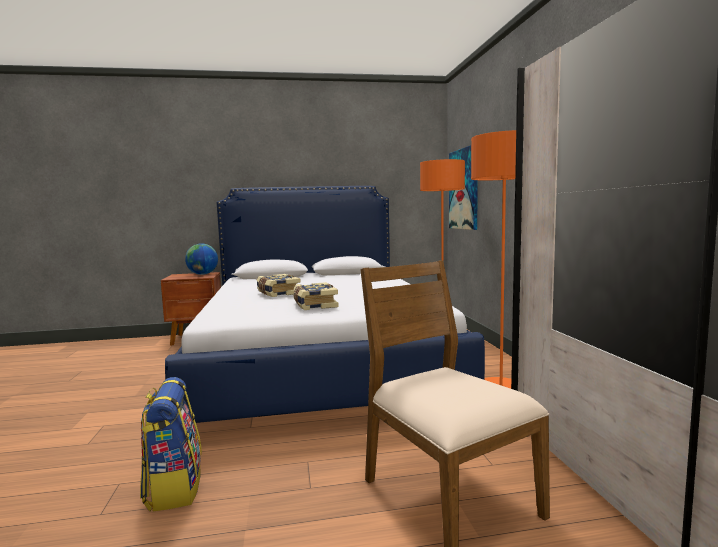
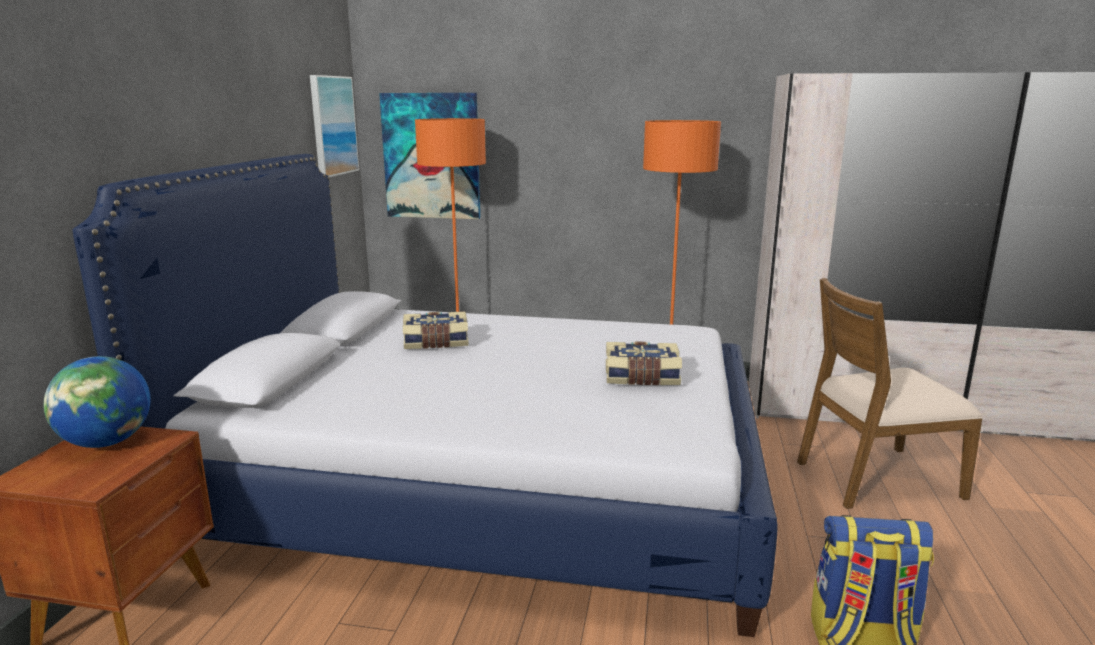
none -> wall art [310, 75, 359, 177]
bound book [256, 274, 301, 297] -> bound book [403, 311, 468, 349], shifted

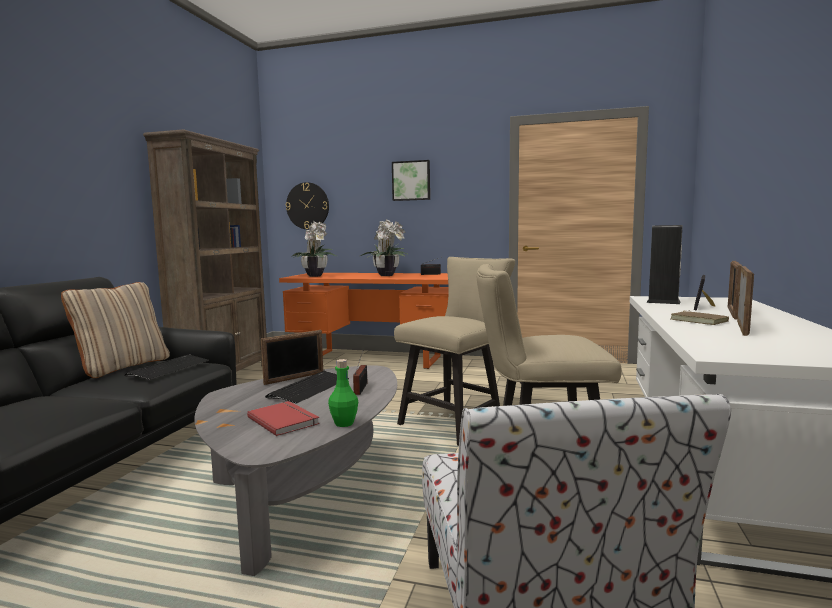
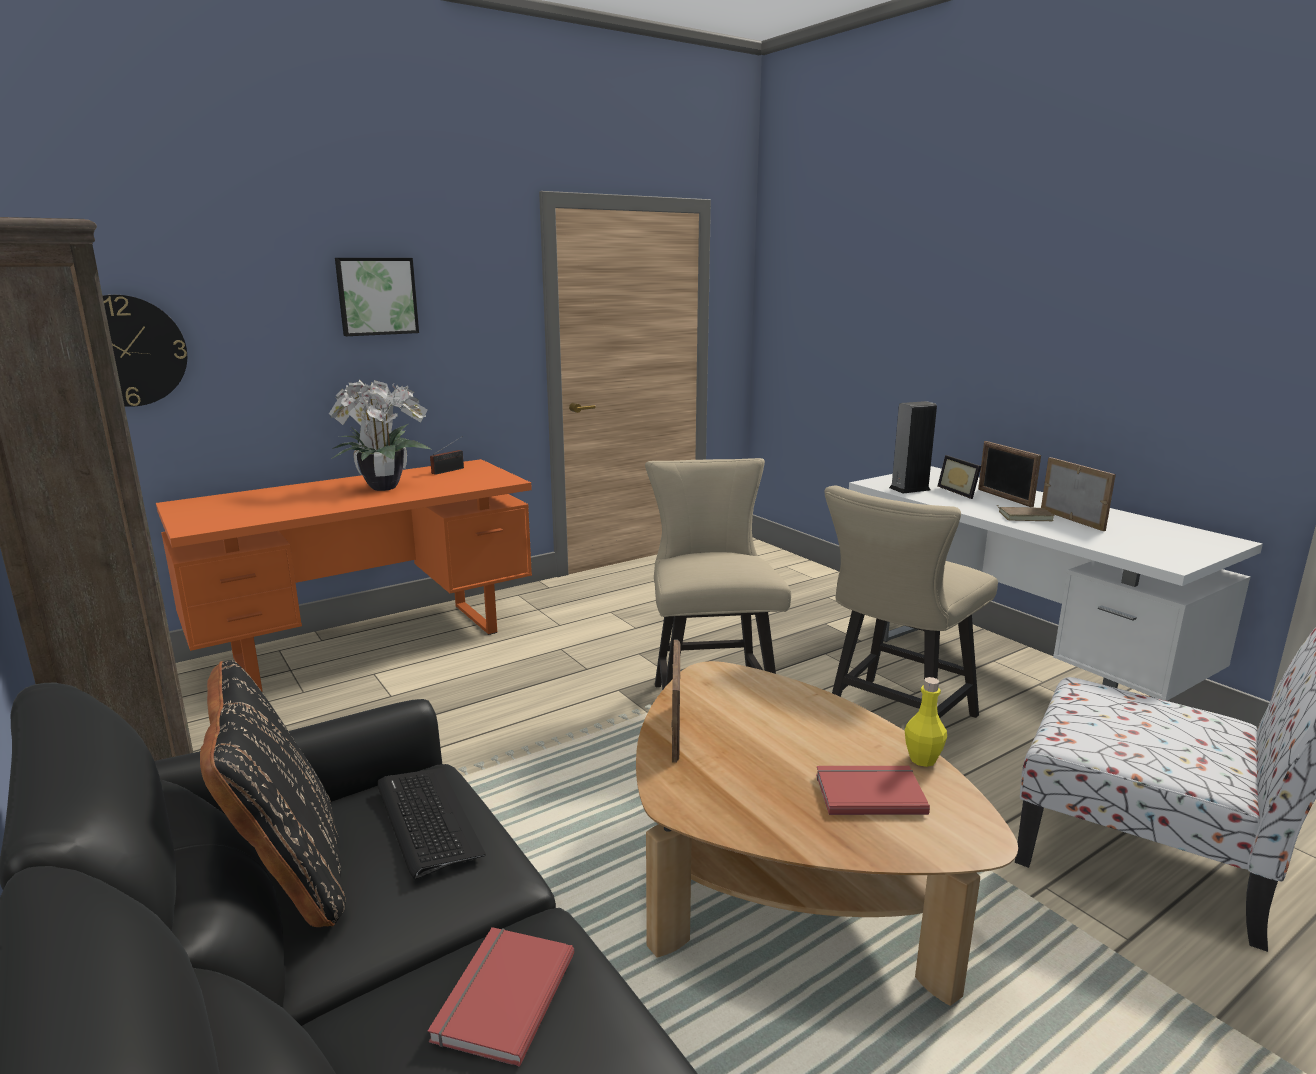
keyboard [265, 371, 349, 404] -> none
houseplant [291, 221, 337, 277] -> none
radio set [353, 352, 367, 395] -> none
none -> red-coloured bound book [428, 927, 574, 1067]
beige cushion [61, 282, 170, 378] -> blackish cushion [200, 660, 346, 927]
greyish lounge table [194, 365, 397, 576] -> brownish lounge table [636, 661, 1018, 1006]
green-coloured drink bottle [328, 359, 358, 427] -> yellowish drink bottle [905, 677, 947, 767]

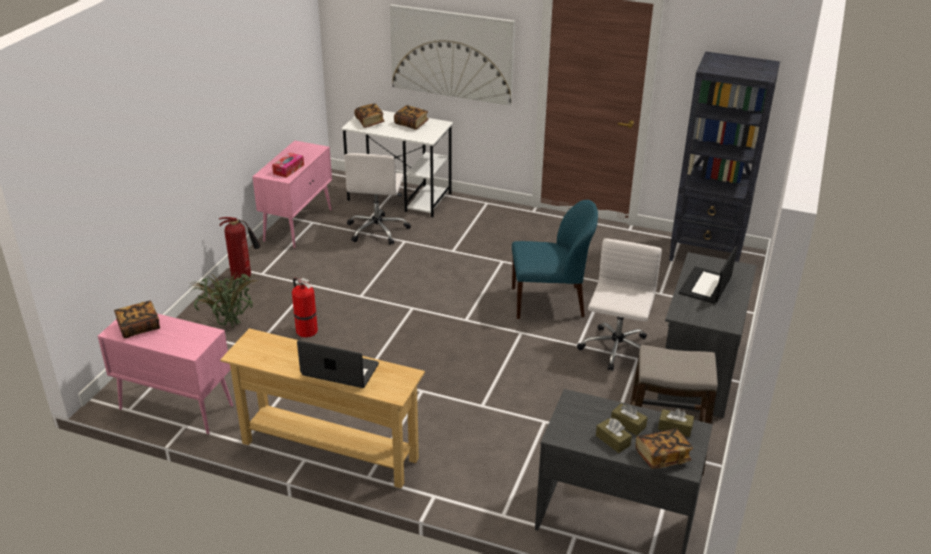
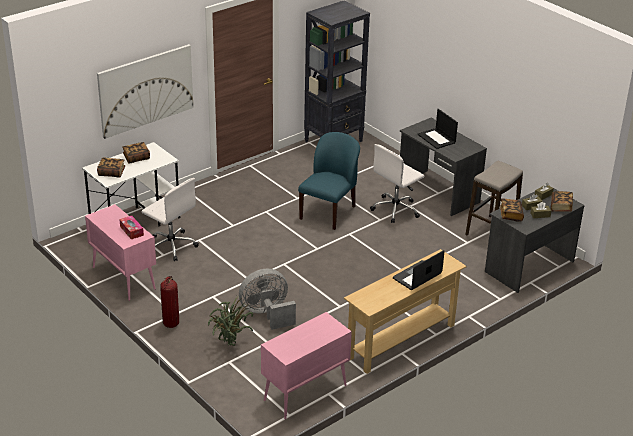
bound book [114, 301, 160, 338] -> bound book [500, 199, 524, 222], shifted
extinguisher [292, 278, 318, 338] -> greyish cooling fan [239, 269, 296, 330]
whitish computer chair [577, 238, 662, 371] -> whitish computer chair [370, 144, 424, 223], 90 degrees counterclockwise

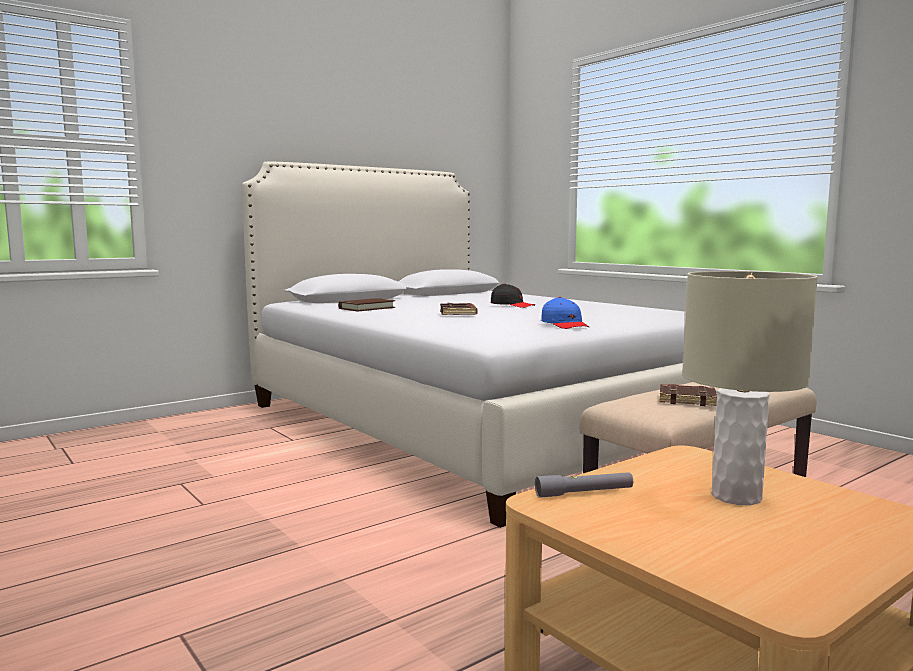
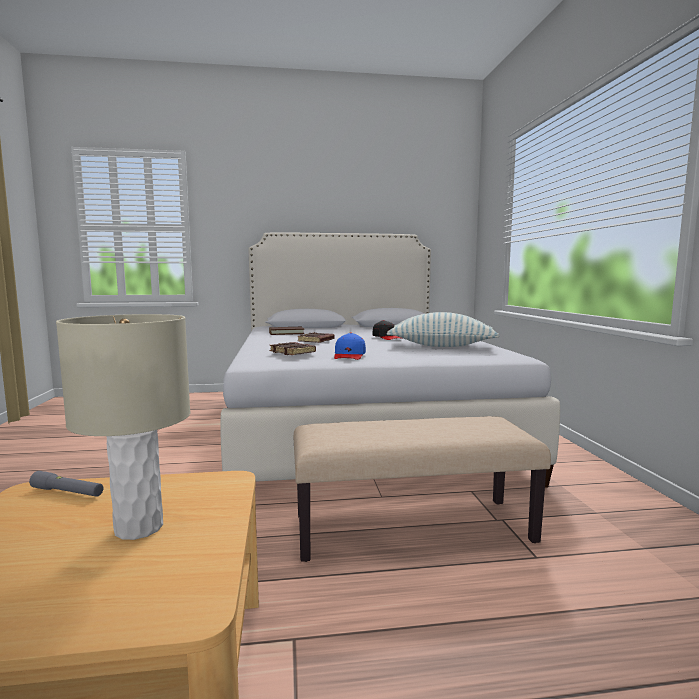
none -> cushion [387, 312, 499, 347]
brownish bound book [659, 384, 717, 406] -> brownish bound book [269, 342, 316, 355], shifted

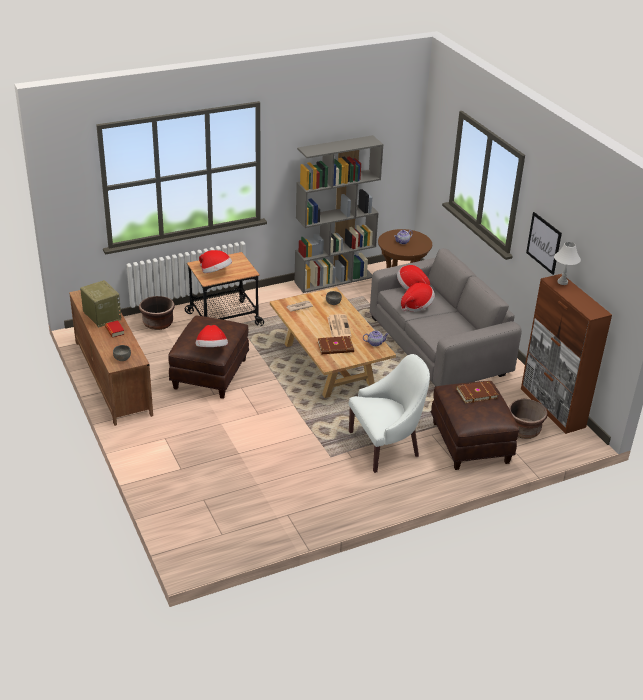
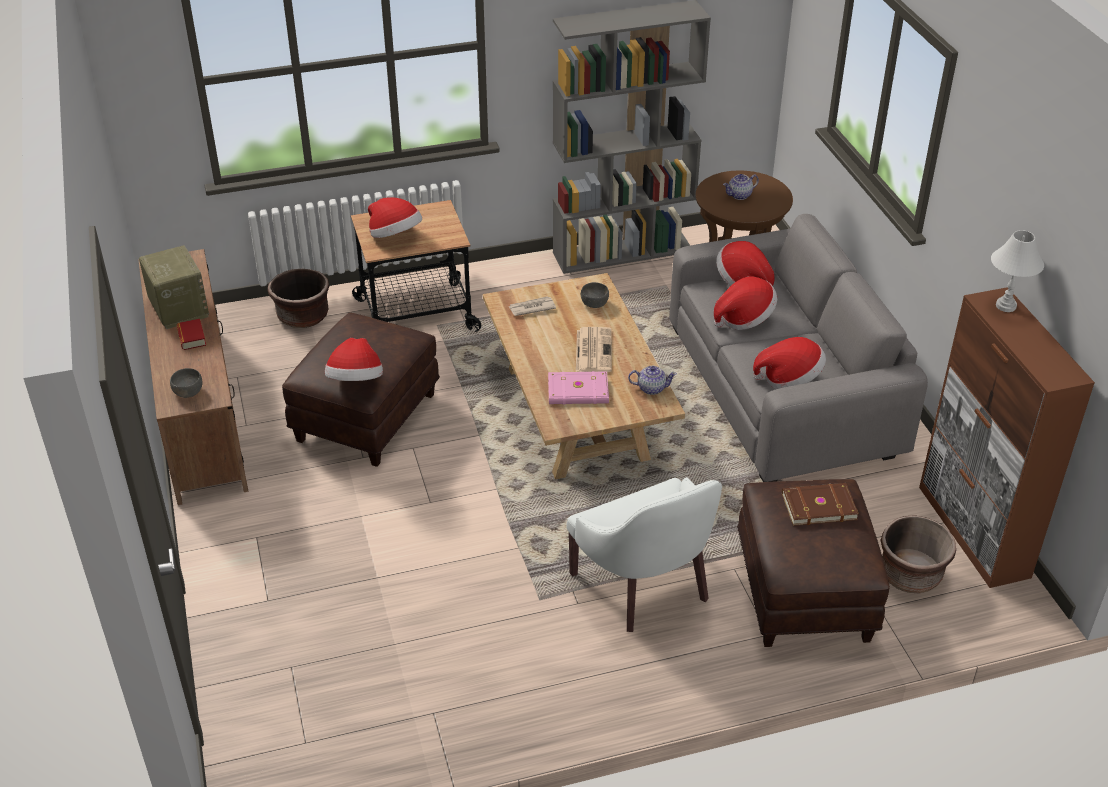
wall art [526, 212, 562, 275] -> none
none -> clothing hat [753, 337, 826, 389]
brownish bound book [318, 336, 354, 354] -> pink bound book [548, 371, 609, 405]
whitish armchair [349, 354, 430, 473] -> whitish armchair [566, 477, 722, 632], 75 degrees clockwise

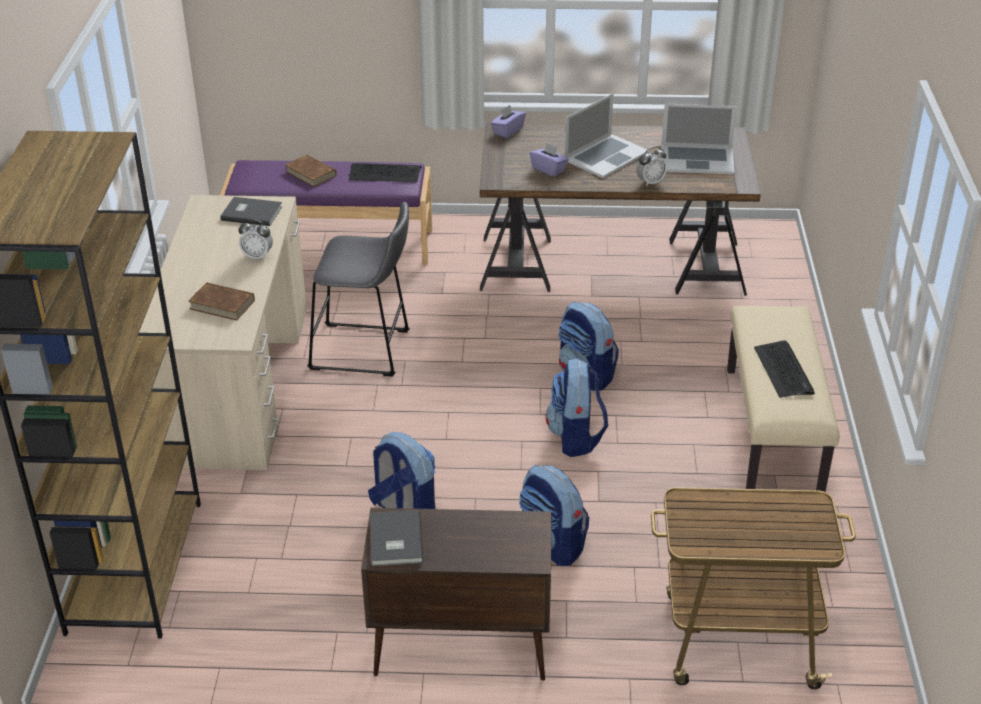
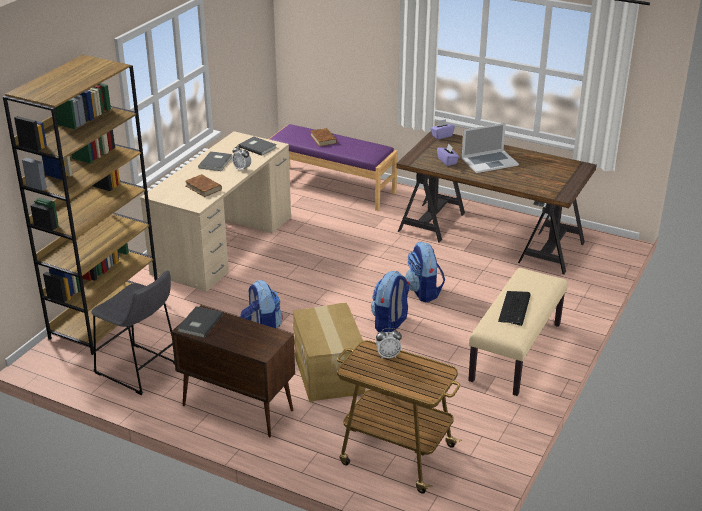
keyboard [349, 163, 422, 182] -> none
laptop [661, 103, 737, 175] -> none
none -> greyish bound book [198, 151, 232, 171]
greyish sitting stool [307, 202, 410, 377] -> greyish sitting stool [91, 270, 175, 395], shifted
table clock [636, 146, 667, 187] -> table clock [376, 328, 402, 359], shifted
knapsack [519, 465, 589, 566] -> packing box [293, 303, 365, 402]

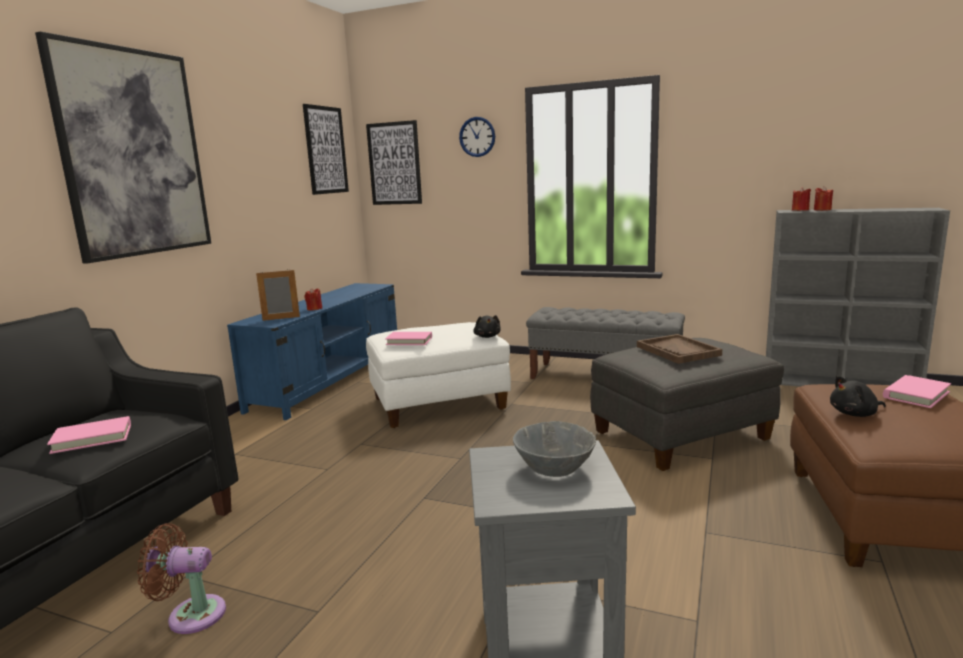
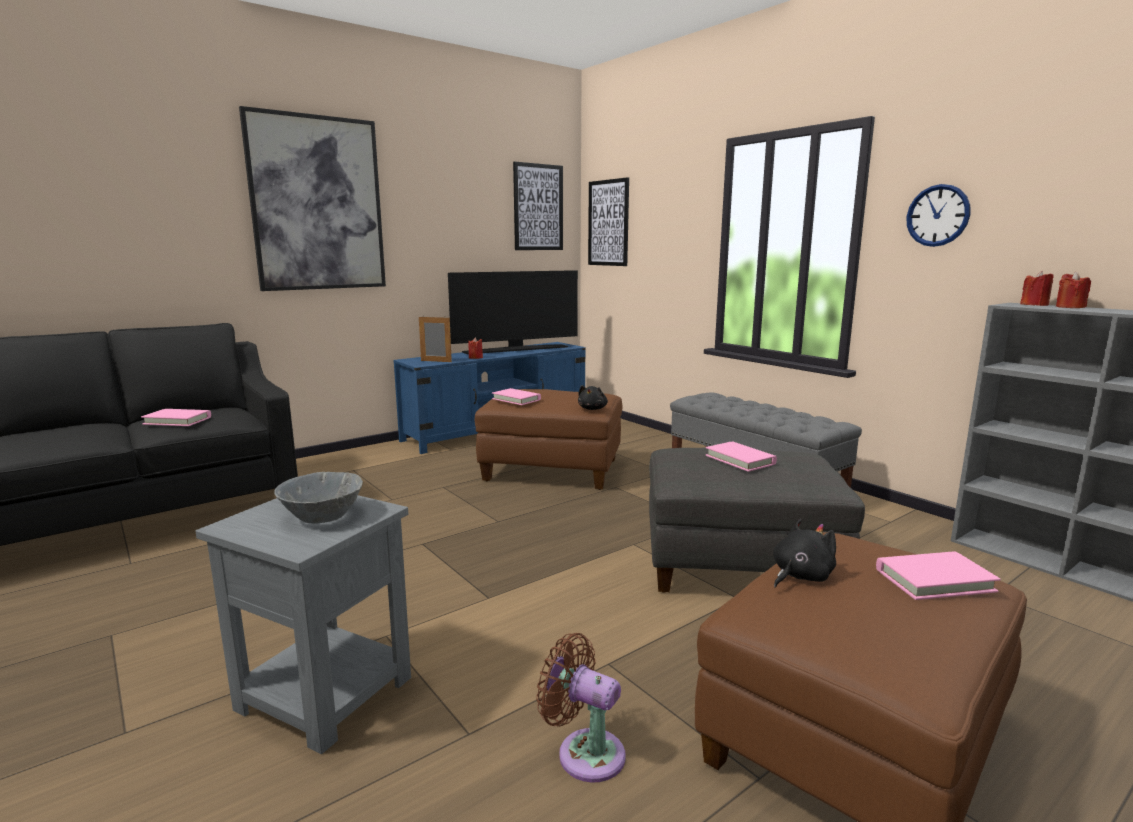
none -> TV [448, 270, 578, 354]
brownish cooling fan [137, 523, 226, 634] -> brownish cooling fan [536, 633, 626, 783], shifted
hanging clock [459, 117, 495, 157] -> hanging clock [907, 184, 970, 247], shifted
brownish carrying tray [637, 334, 722, 364] -> pink bound book [705, 441, 777, 472]
whitish footrest [366, 322, 511, 428] -> brownish footrest [475, 389, 623, 490]
blackish cuddly toy [830, 376, 886, 417] -> blackish cuddly toy [773, 519, 836, 588], 120 degrees clockwise

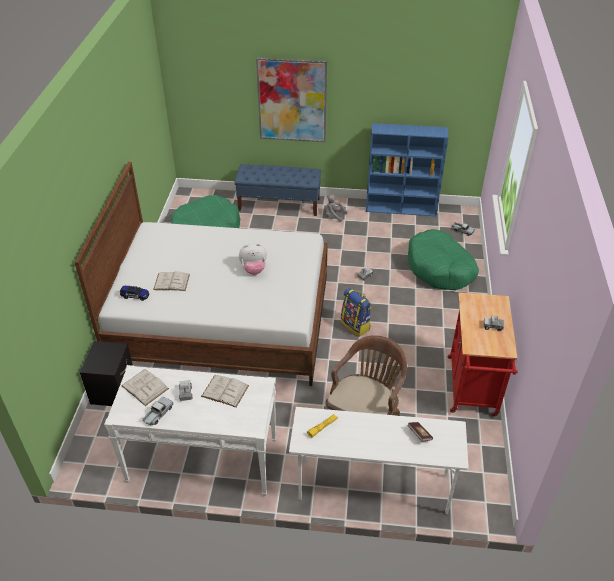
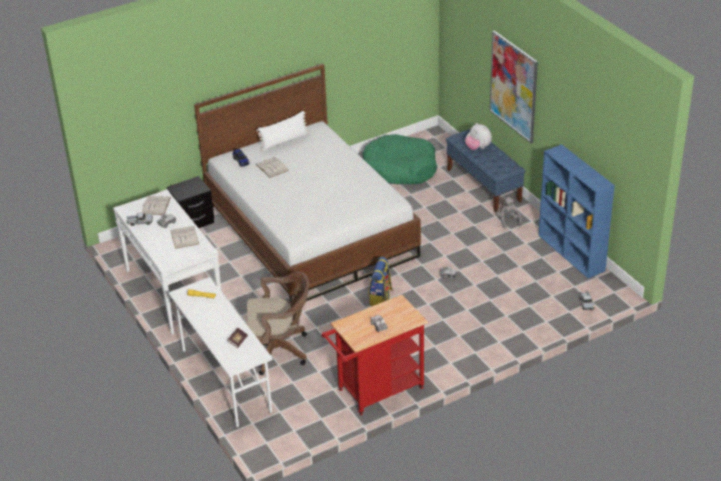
green-coloured dog cushion [408, 229, 479, 290] -> none
none -> whitish cushion [256, 111, 310, 151]
cuddly toy [239, 243, 267, 275] -> cuddly toy [465, 123, 492, 150], shifted

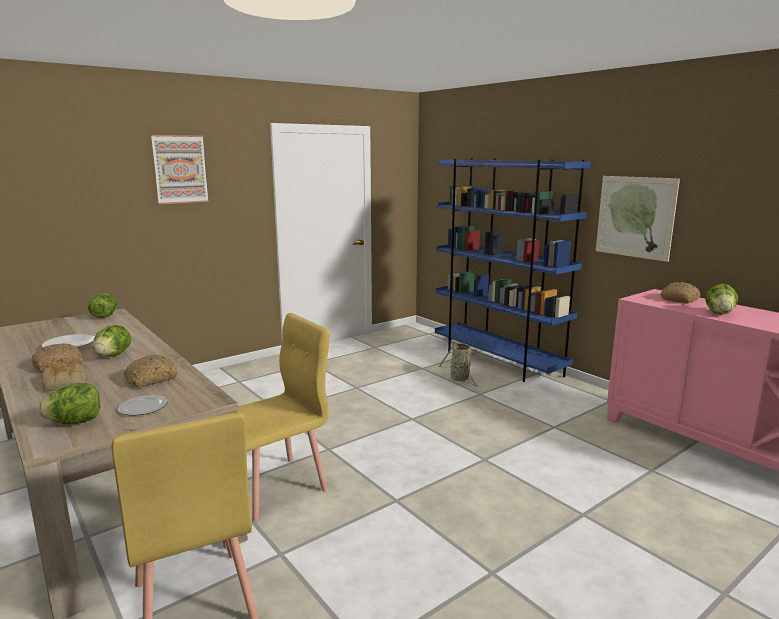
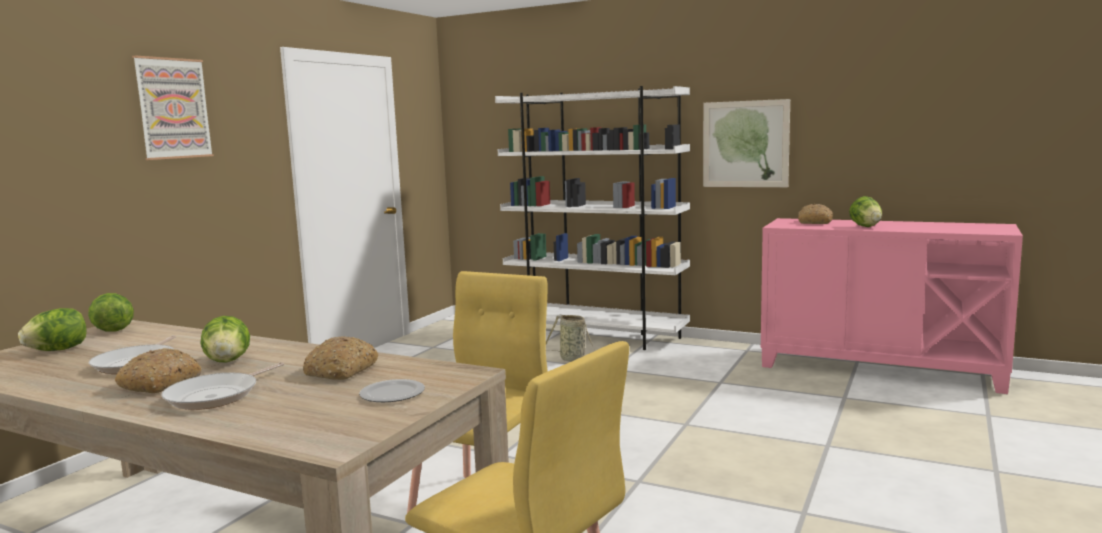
head of lettuce [38, 383, 100, 424] -> head of lettuce [18, 308, 86, 351], shifted
bread [41, 362, 88, 391] -> pan [161, 362, 284, 410]
blue shelving unit [435, 158, 591, 382] -> whitish shelving unit [495, 86, 690, 350]

